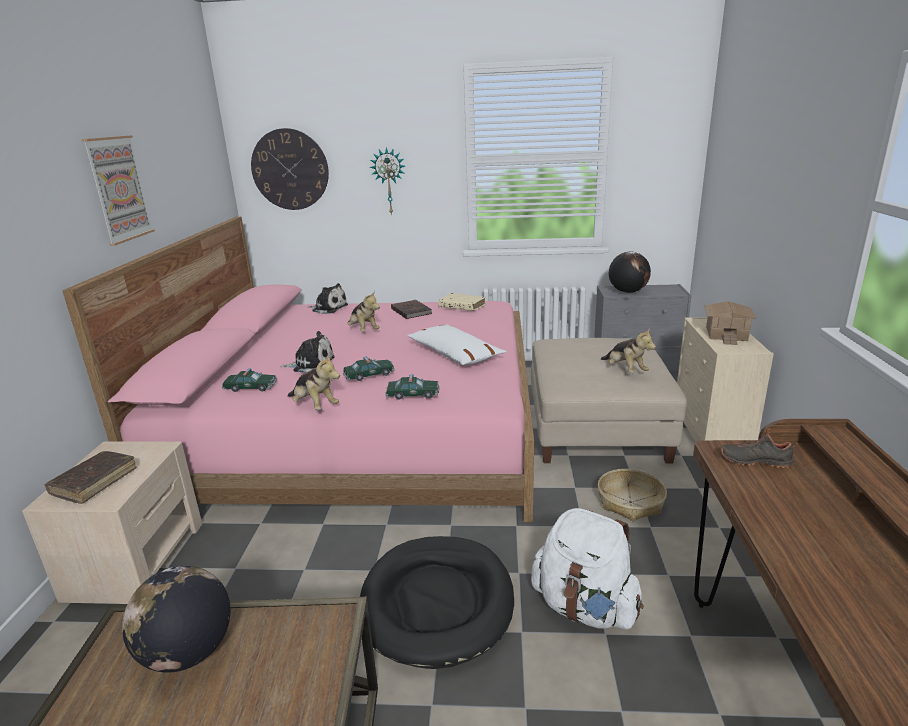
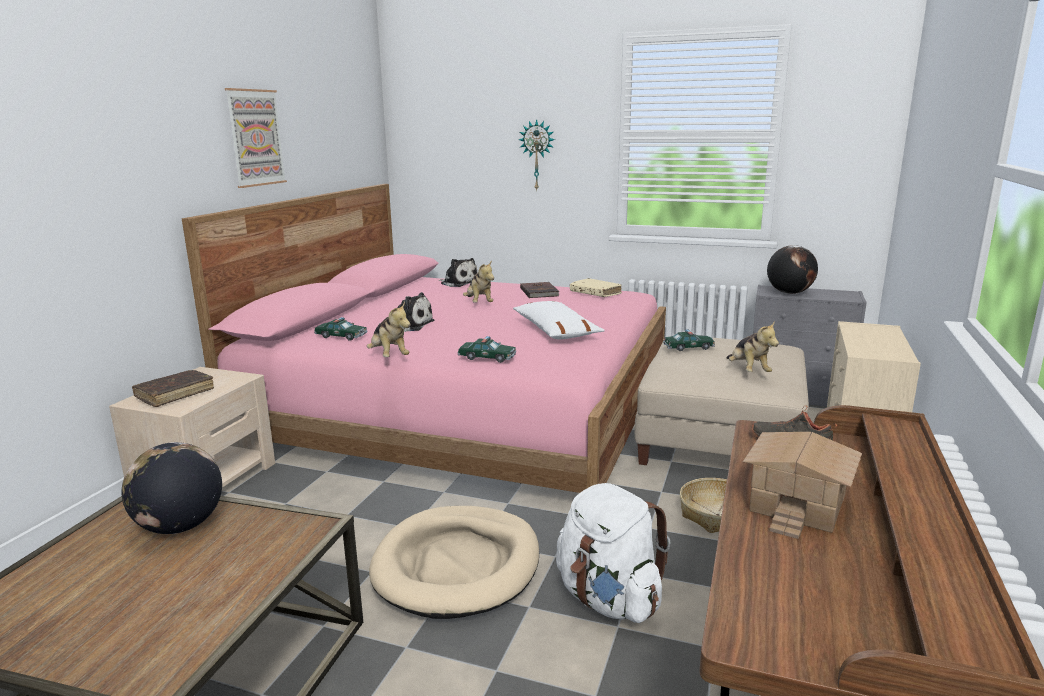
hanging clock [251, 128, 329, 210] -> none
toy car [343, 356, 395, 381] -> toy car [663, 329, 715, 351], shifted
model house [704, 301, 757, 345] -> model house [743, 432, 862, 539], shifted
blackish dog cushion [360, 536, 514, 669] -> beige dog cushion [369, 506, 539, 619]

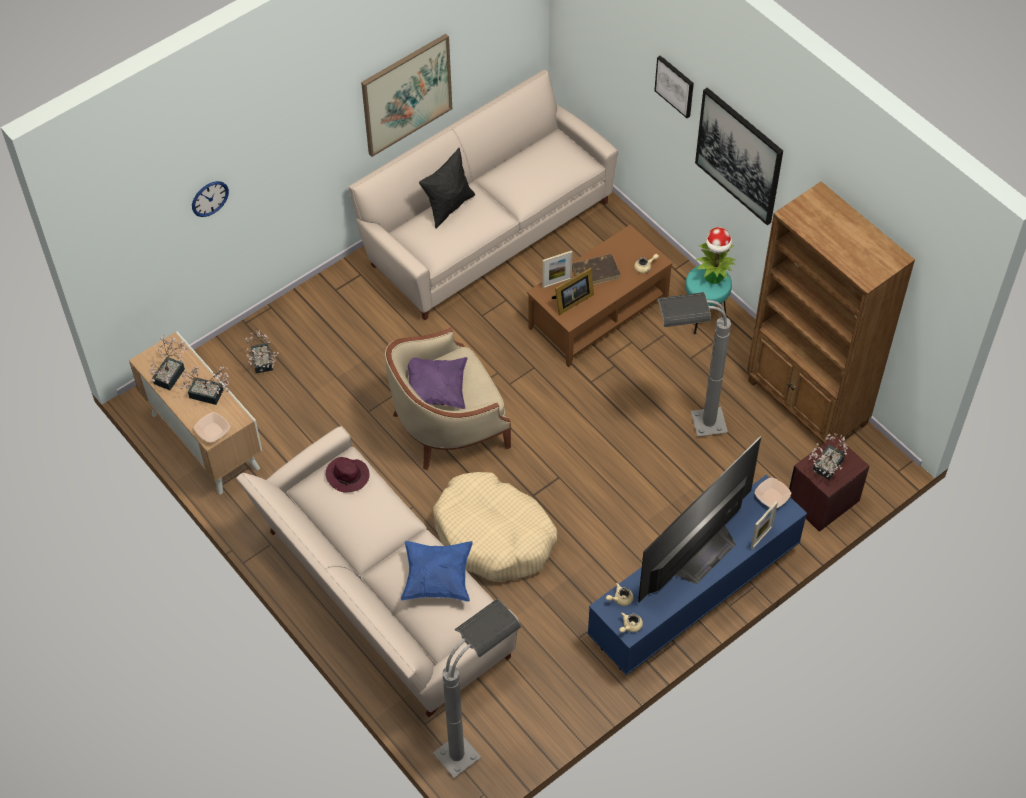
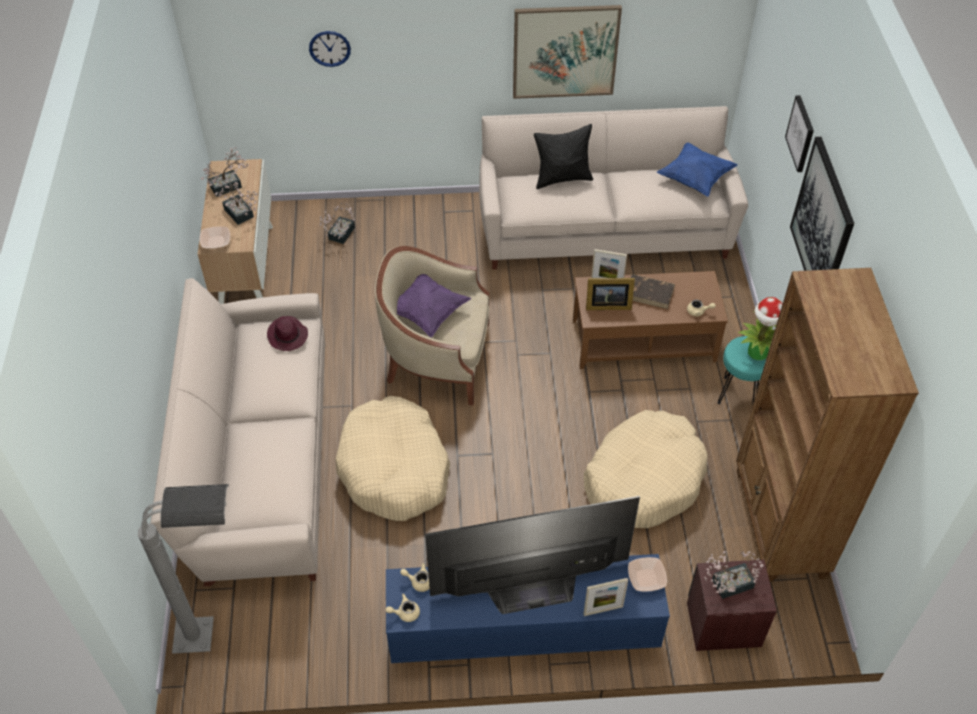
blue cushion [401, 541, 473, 602] -> blue cushion [657, 143, 738, 197], shifted
greyish floor lamp [657, 292, 731, 437] -> beige dog cushion [584, 410, 708, 528]

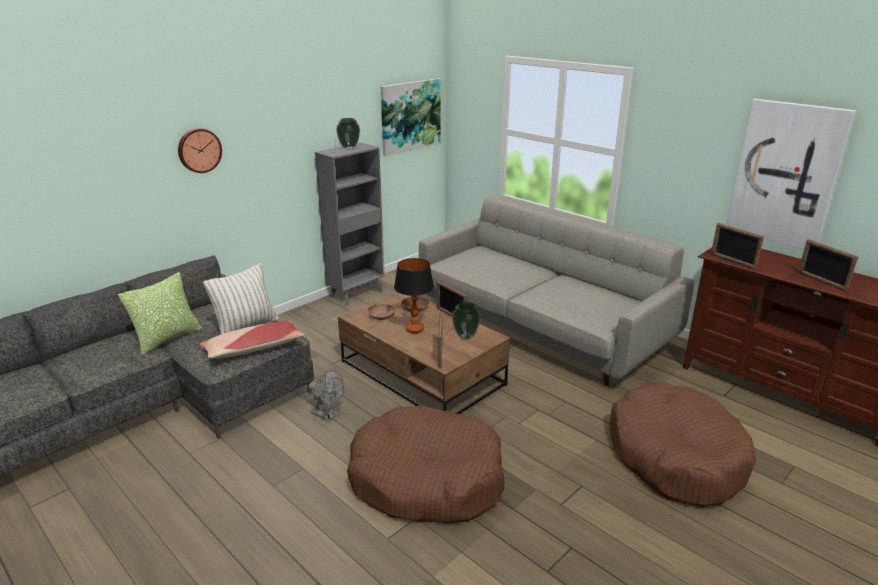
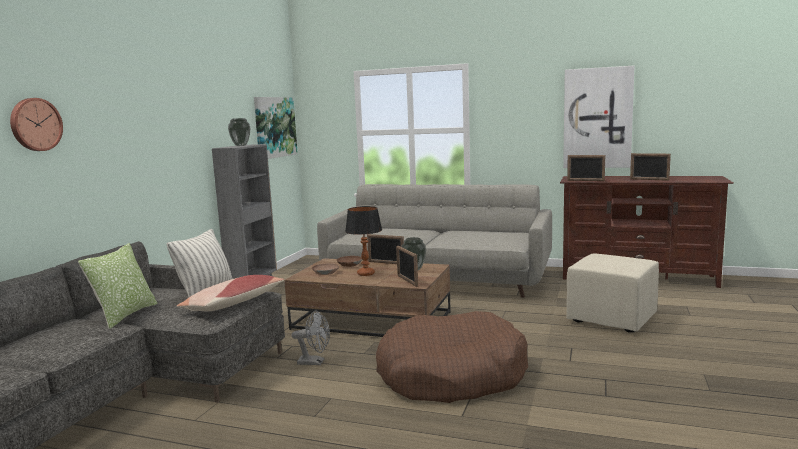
hanging clock [178, 128, 222, 173] -> hanging clock [10, 98, 63, 151], shifted
brownish dog cushion [609, 382, 756, 507] -> beige footrest [566, 253, 659, 333]

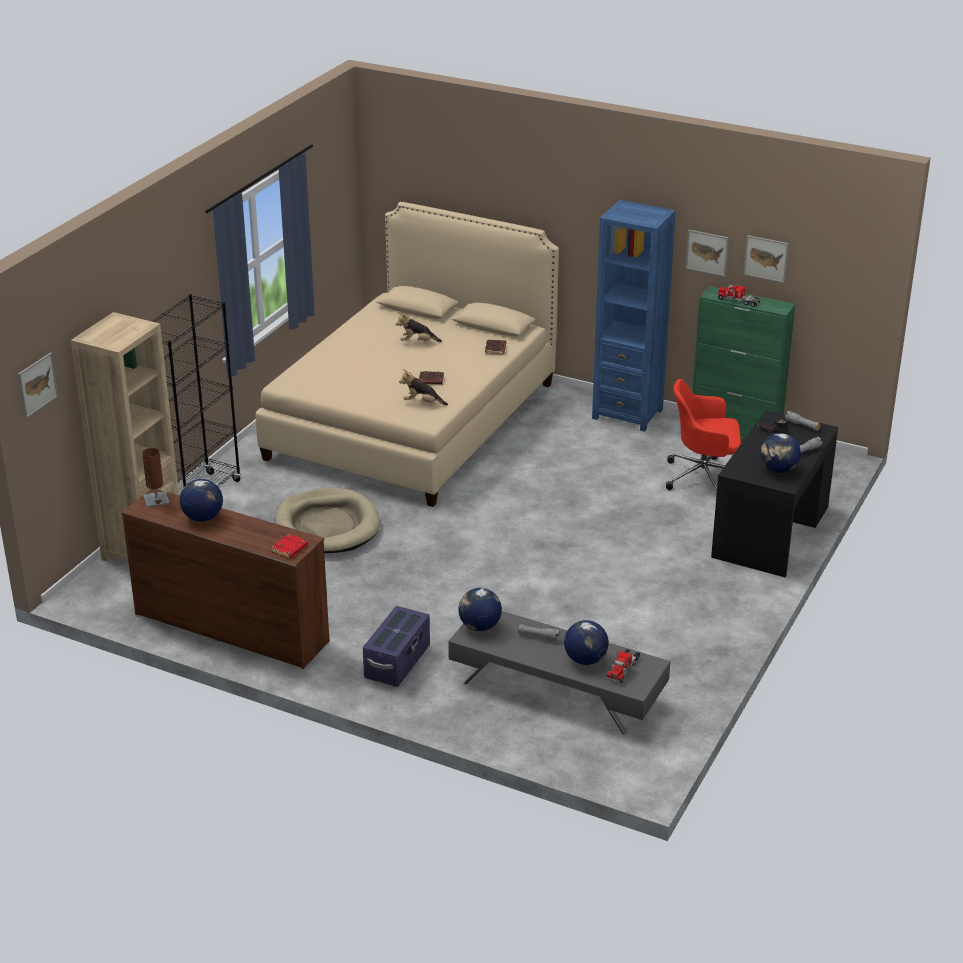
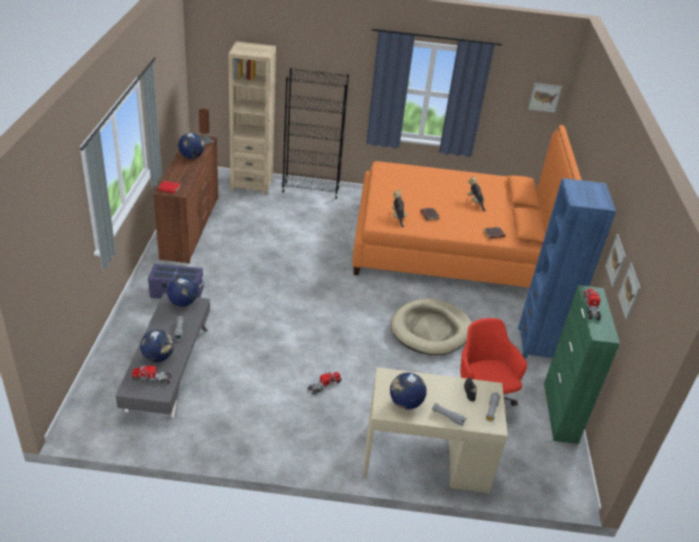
none -> model truck [308, 372, 342, 396]
wall art [18, 353, 58, 418] -> wall art [528, 83, 562, 113], shifted
beige dog cushion [275, 488, 380, 553] -> beige dog cushion [391, 299, 471, 355], shifted
beige bedroom bed [256, 202, 559, 507] -> orange bedroom bed [352, 125, 582, 288]
blackish desk [711, 410, 838, 577] -> beige desk [363, 367, 508, 493]

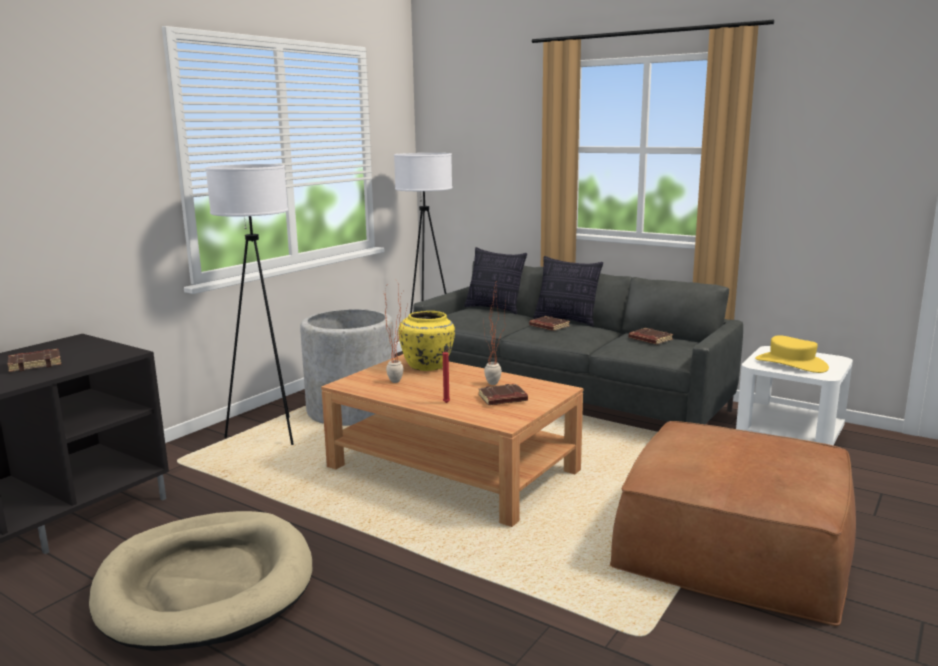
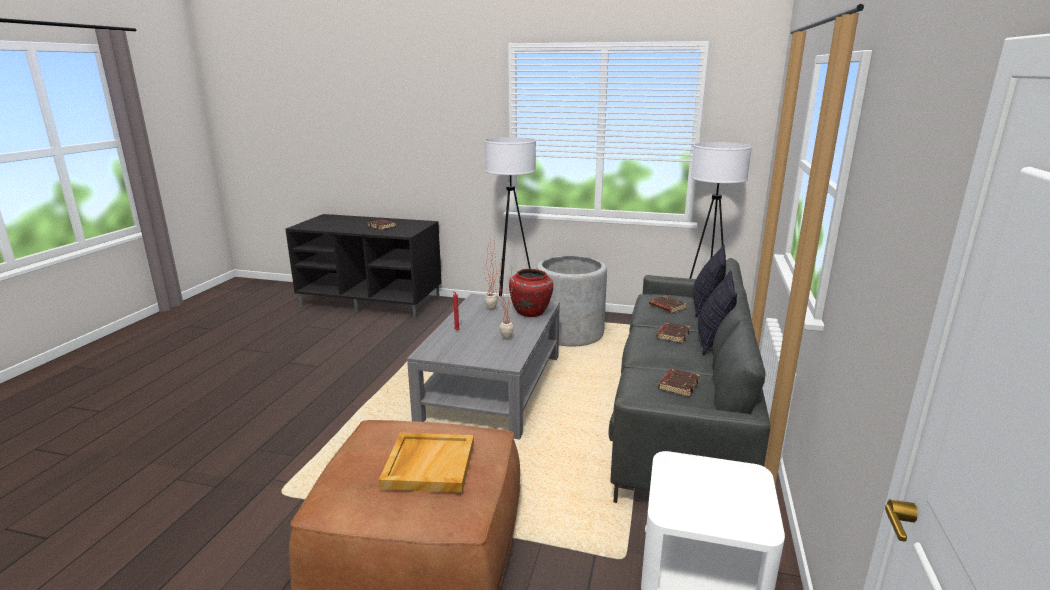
beige dog cushion [89, 511, 313, 651] -> none
yellowish clothing hat [755, 335, 829, 373] -> none
none -> beige carrying tray [379, 433, 474, 493]
brownish bound book [478, 384, 528, 405] -> brownish bound book [649, 296, 687, 313], shifted
brownish lounge table [321, 354, 583, 527] -> greyish lounge table [407, 294, 560, 440]
yellowish flower vase [398, 311, 455, 371] -> red-coloured flower vase [509, 269, 553, 317]

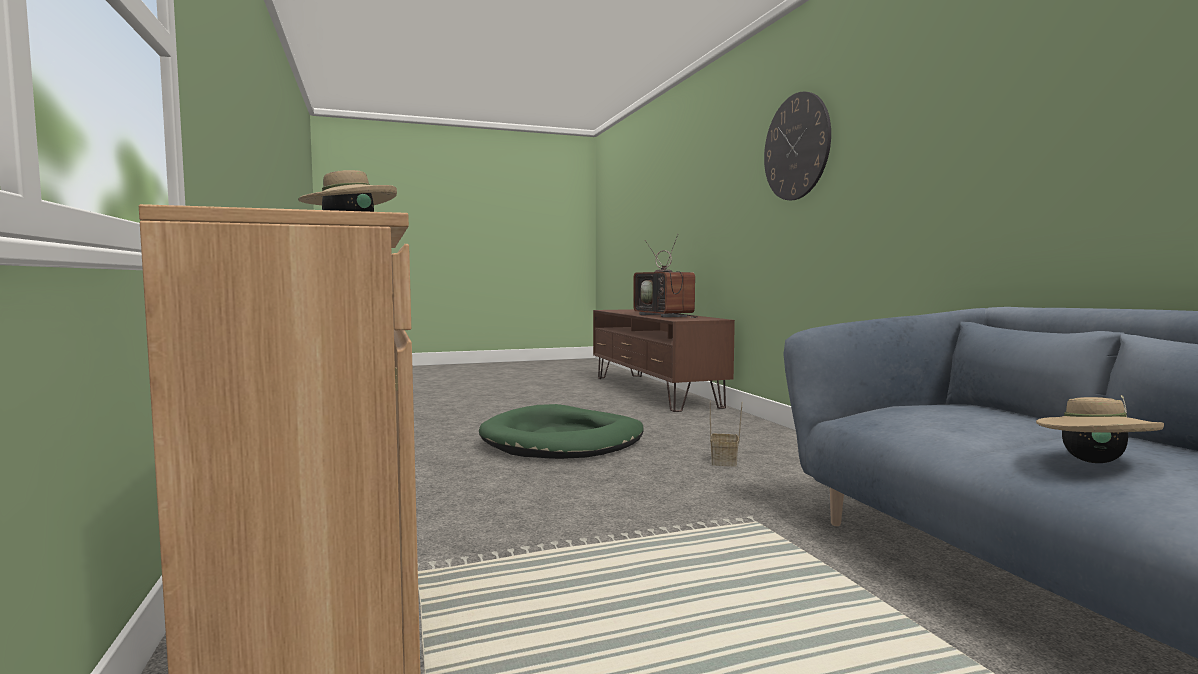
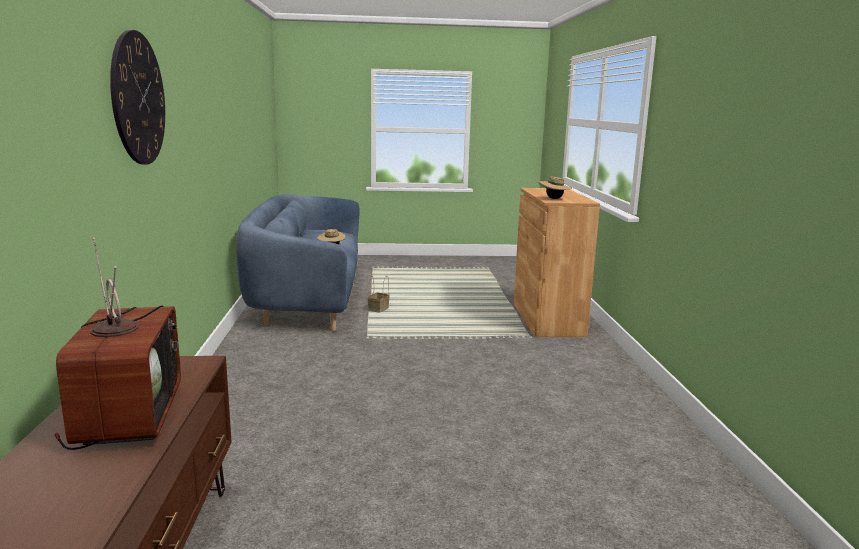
green-coloured dog cushion [479, 404, 644, 459] -> none
household basket [710, 401, 742, 467] -> household basket [367, 273, 390, 313], shifted

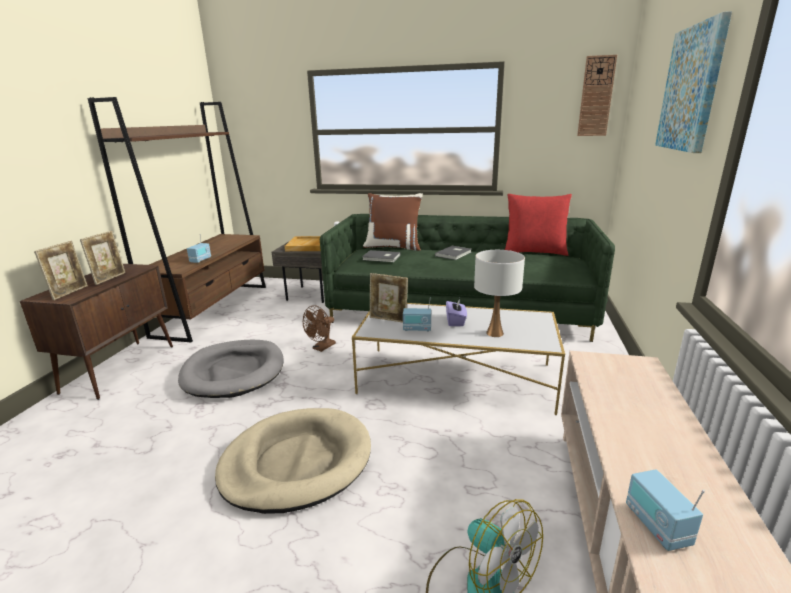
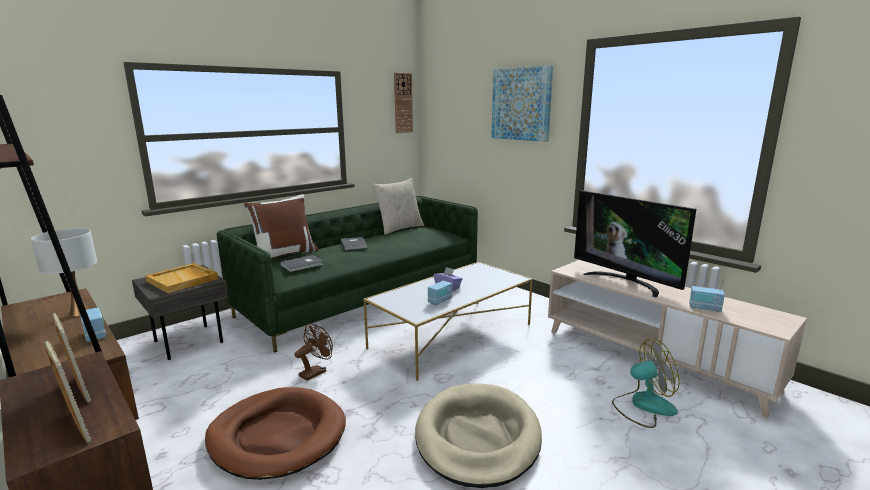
standing frame [370, 273, 408, 323] -> none
none -> TV [574, 190, 696, 298]
whitish tabletop lamp [474, 250, 525, 337] -> whitish tabletop lamp [31, 228, 97, 316], shifted
greyish dog cushion [178, 340, 284, 398] -> brownish dog cushion [205, 387, 346, 480]
red-coloured cushion [505, 194, 572, 256] -> beige cushion [372, 178, 424, 235]
brownish cooling fan [303, 305, 336, 352] -> brownish cooling fan [295, 323, 333, 381], 120 degrees counterclockwise

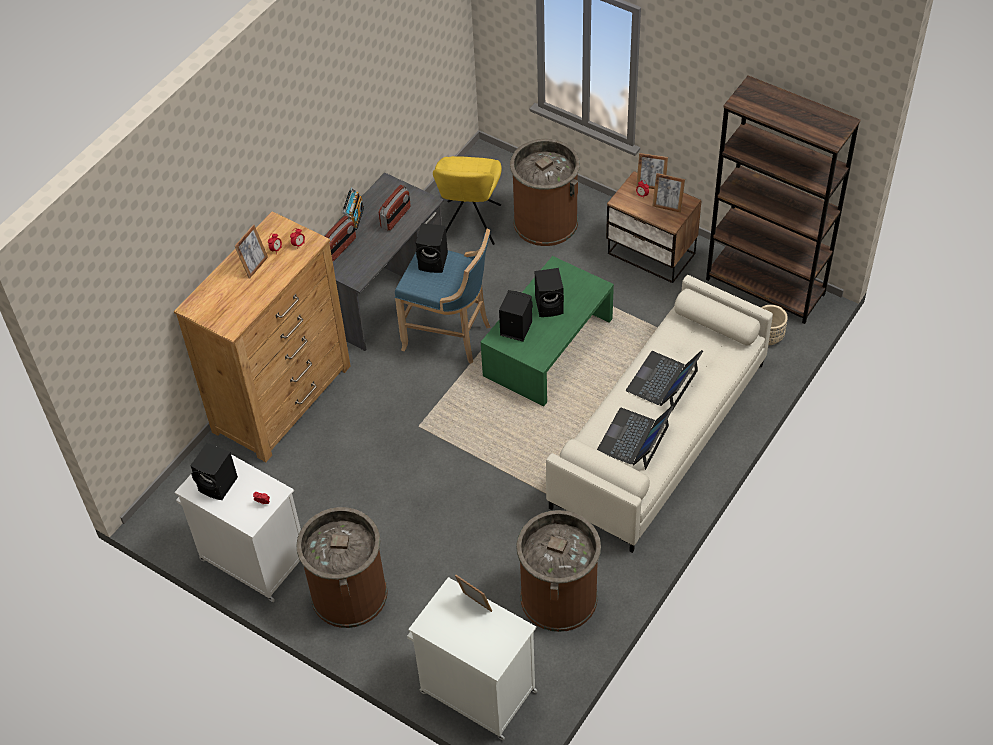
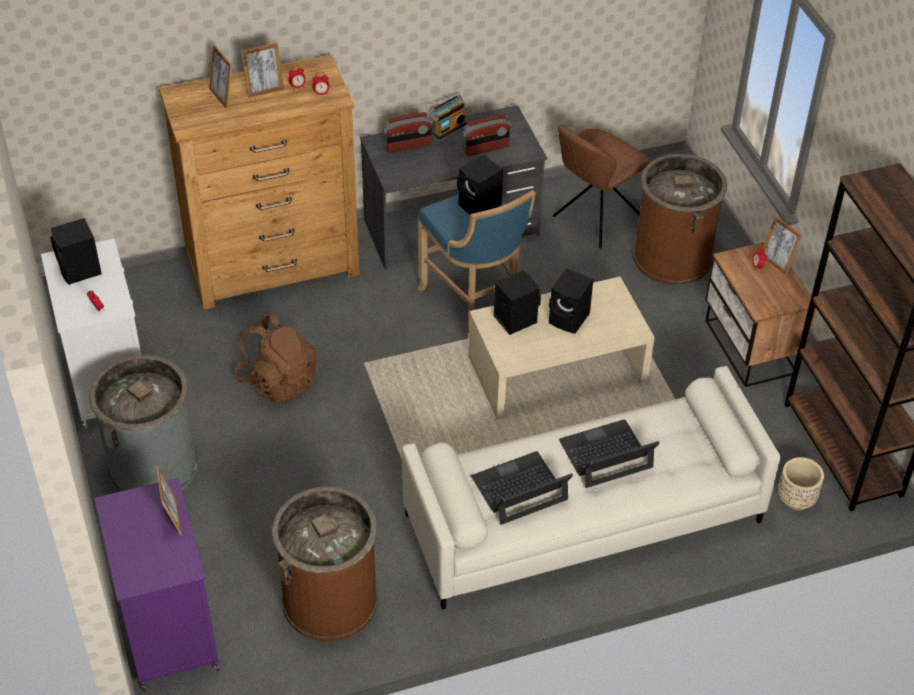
none -> brownish knapsack [235, 314, 317, 404]
standing frame [653, 173, 685, 213] -> standing frame [209, 45, 232, 109], shifted
brownish rubbish bin [296, 507, 388, 628] -> greyish rubbish bin [89, 355, 198, 492]
whitish cabinet [407, 577, 538, 740] -> purple cabinet [94, 478, 220, 691]
yellowish plain chair [433, 156, 502, 245] -> brownish plain chair [553, 124, 652, 248]
green-coloured lounge table [481, 256, 614, 407] -> beige lounge table [468, 277, 655, 419]

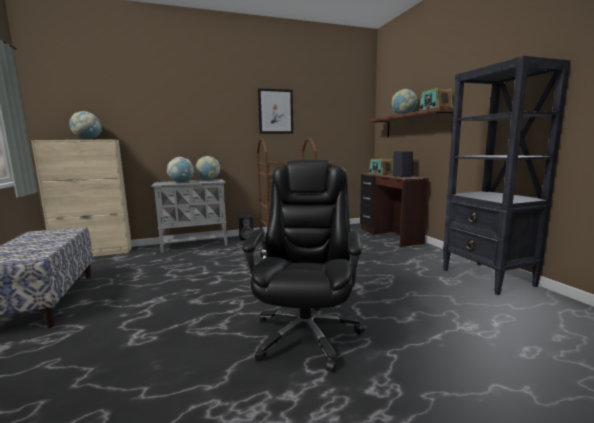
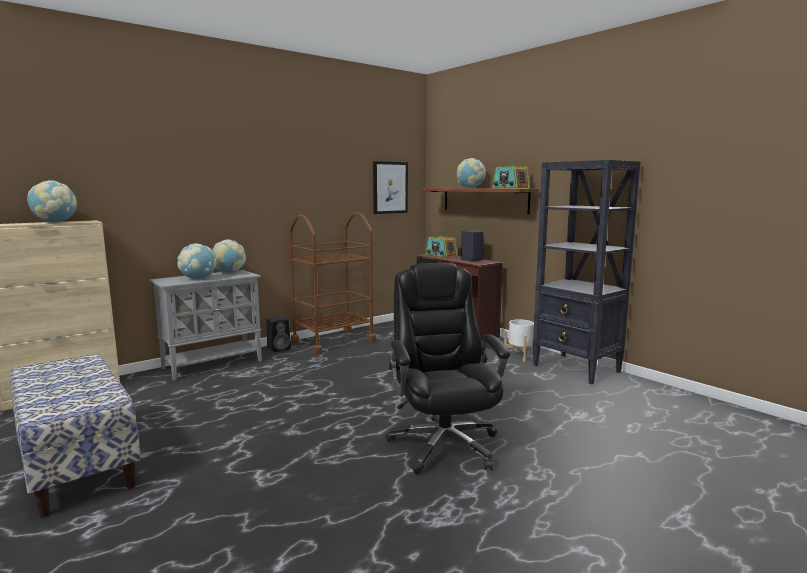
none -> whitish plant pot [504, 319, 534, 362]
wall art [258, 88, 293, 134] -> wall art [373, 161, 408, 214], shifted

